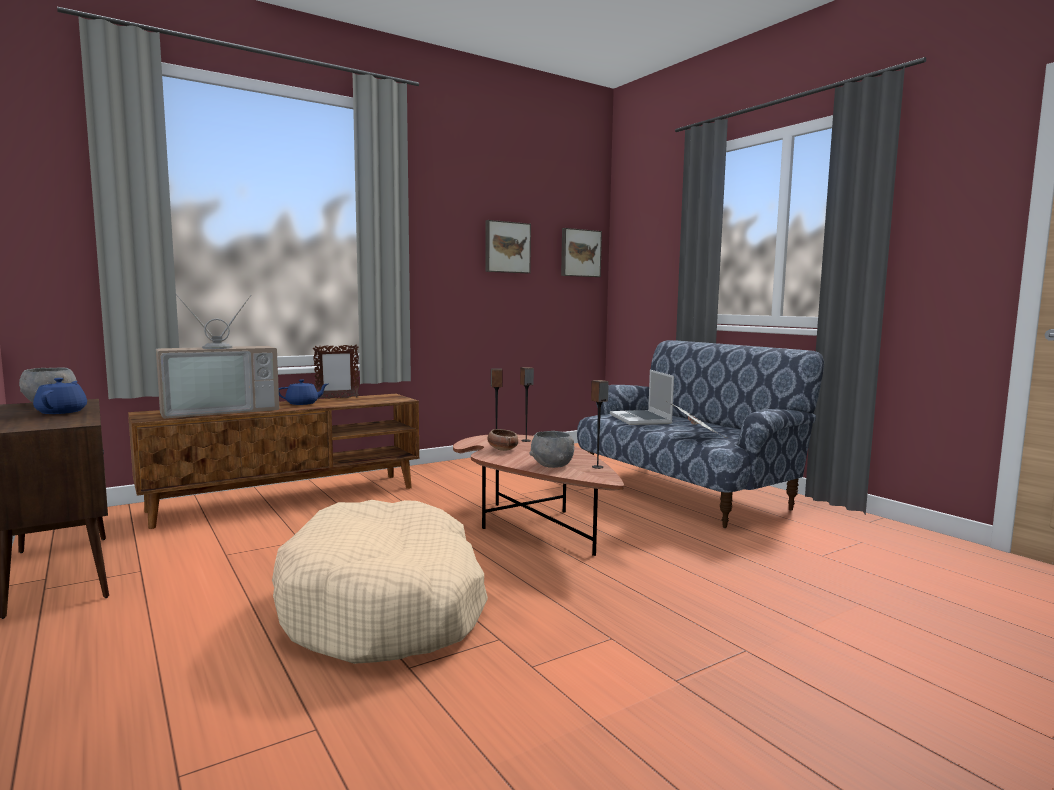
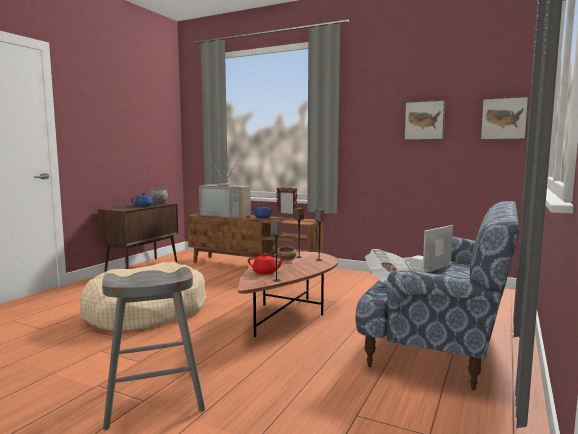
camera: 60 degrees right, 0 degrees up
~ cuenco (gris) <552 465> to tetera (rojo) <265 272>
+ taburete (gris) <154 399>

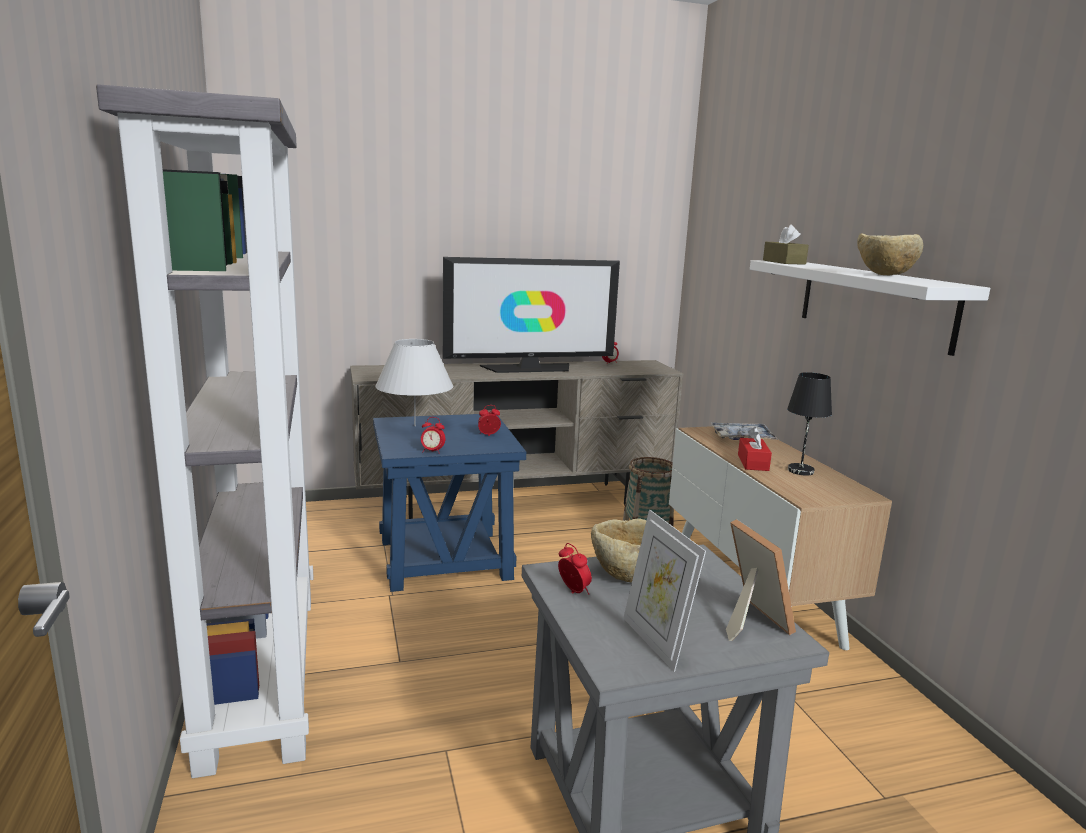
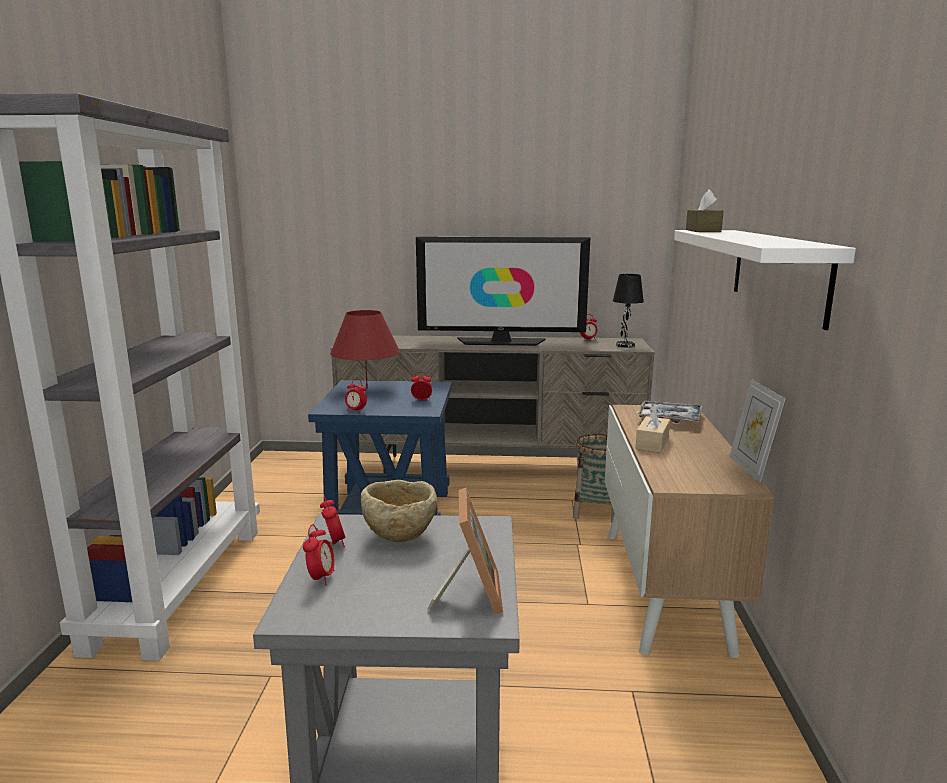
camera: 20 degrees right, 0 degrees up
~ lámpara de mesa (blanco) <415 426> to lámpara de mesa (rojo) <367 388>
~ portarretratos <656 641> to <750 468>
~ caja de pañuelos (rojo) <753 463> to caja de pañuelos (beis) <652 443>
~ lámpara de mesa (negro) <801 471> to <625 345>
- cuenco (beis) <883 275>
+ despertador <321 578>

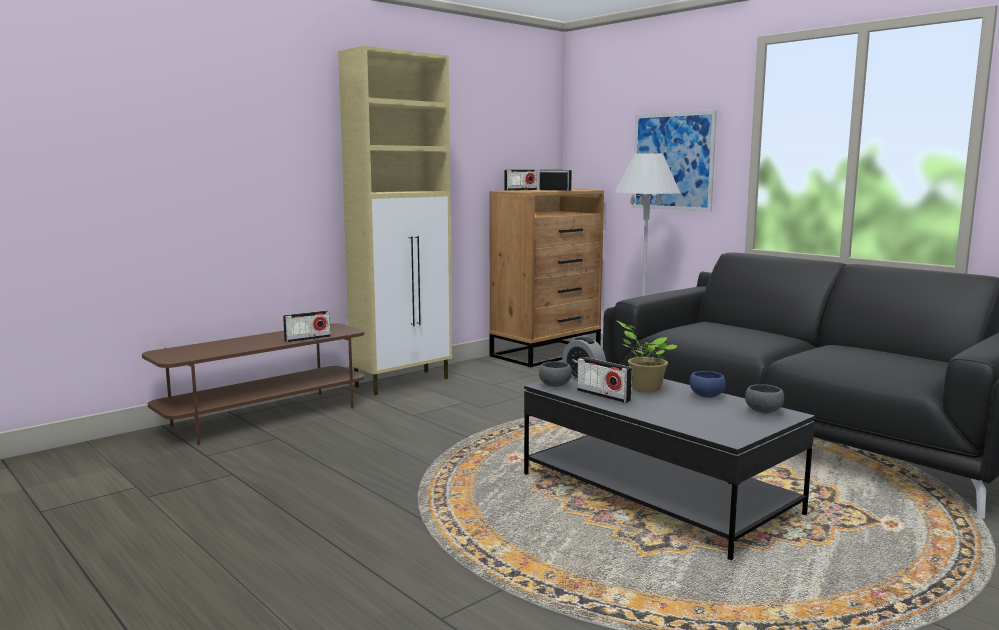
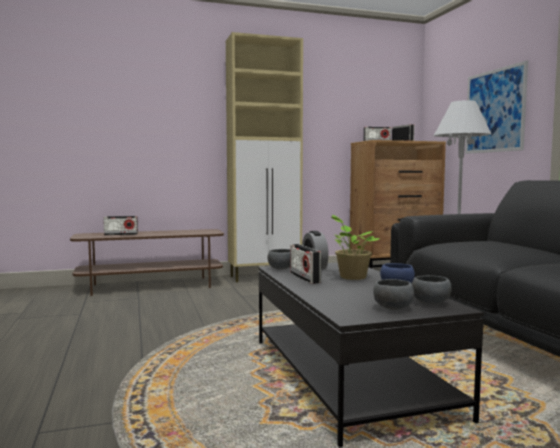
camera: 25 degrees right, 5 degrees down
~ radio <307 339> to <121 234>
+ cuenco (gris) <392 308>

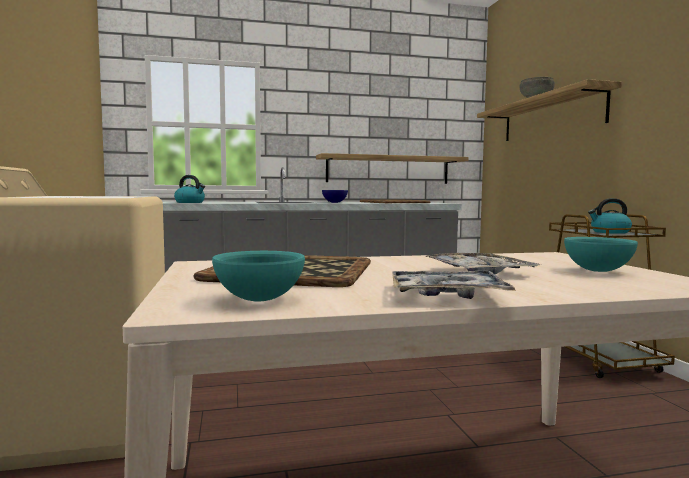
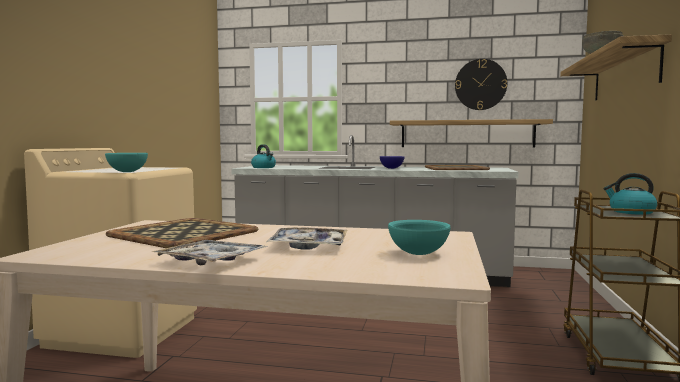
camera: 25 degrees right, 0 degrees up
~ cuenco (turquesa) <259 299> to <127 172>
+ reloj de pared <480 84>

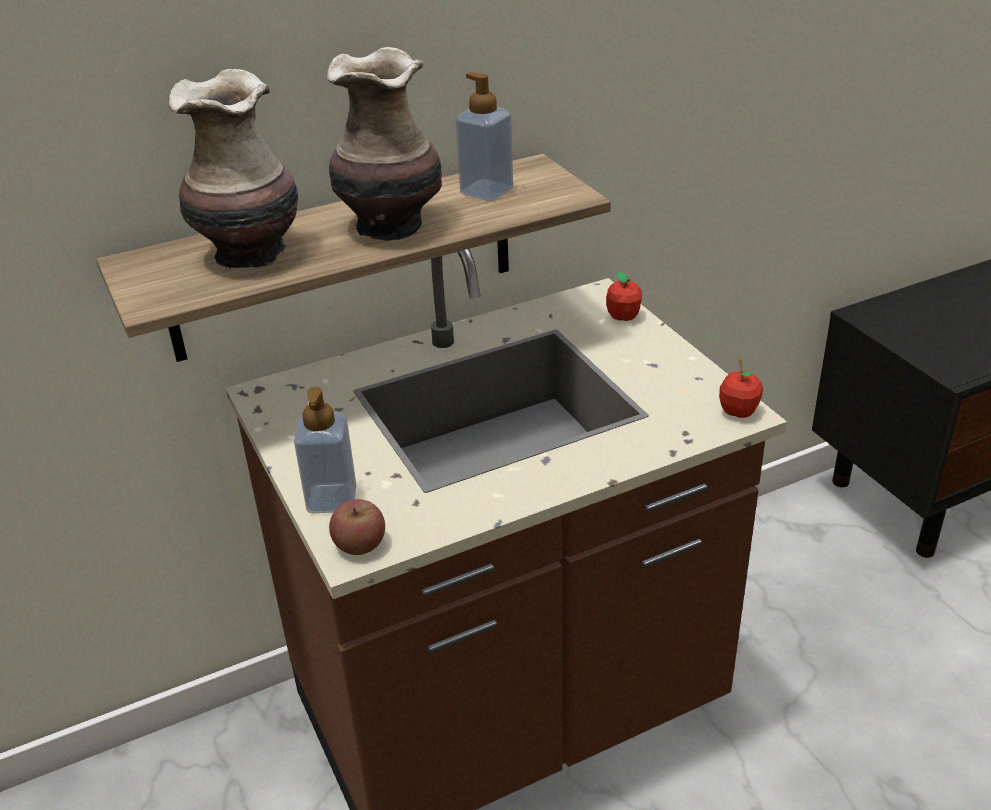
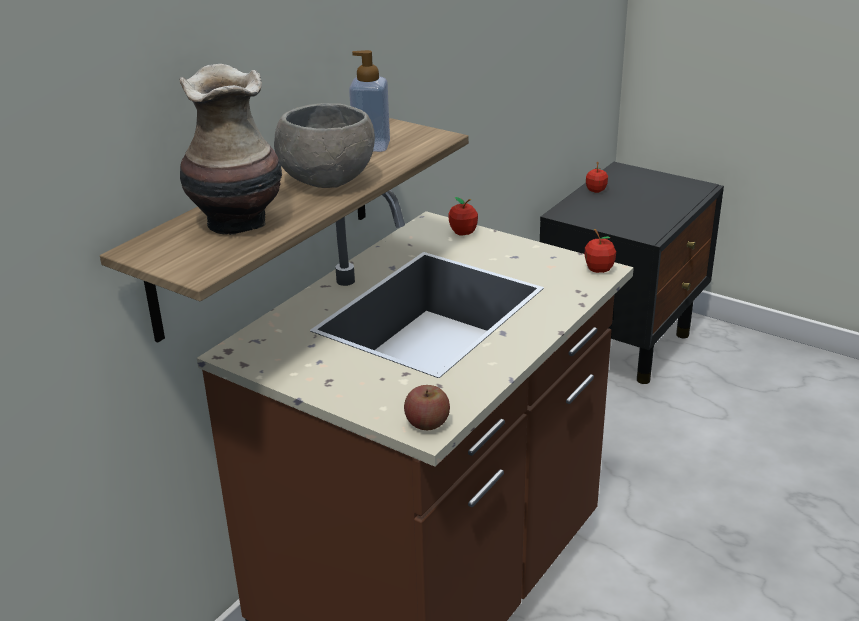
camera: 30 degrees left, 5 degrees down
- dispensador de jabón <332 499>
~ florero <389 226> to cuenco (gris) <326 181>
+ manzana <596 190>

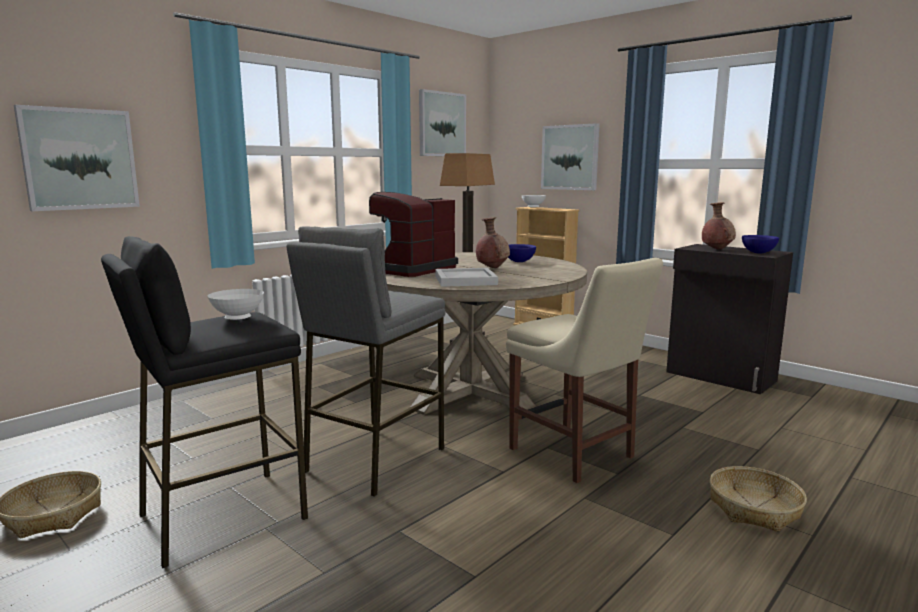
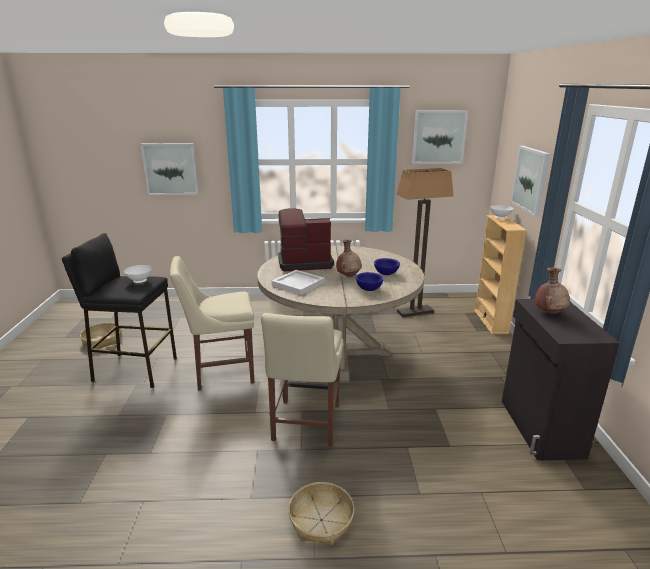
camera: 45 degrees right, 10 degrees up
~ taburete (gris) <374 459> to silla (beis) <221 372>
~ cuenco (azul) <758 253> to <368 289>

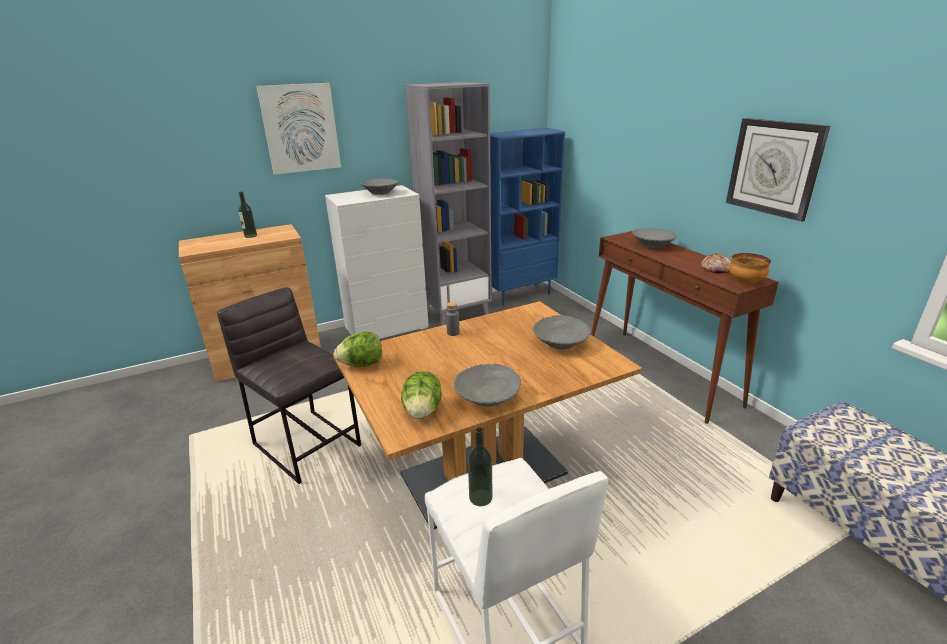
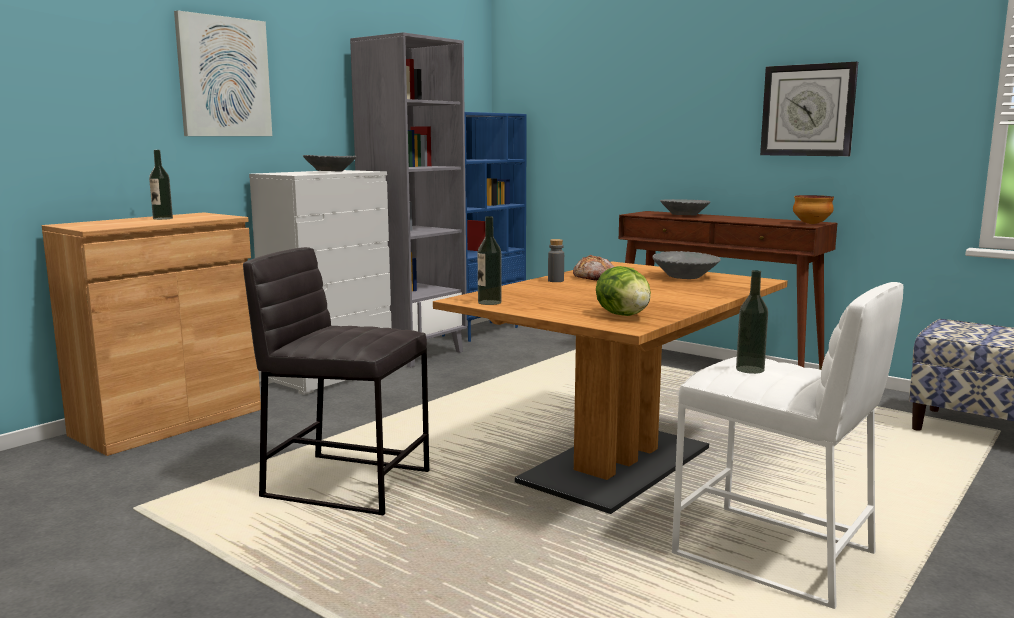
camera: 25 degrees left, 15 degrees down
~ lechuga <362 364> to botella <489 302>
- cuenco (gris) <487 398>
~ pan <717 269> to <595 277>

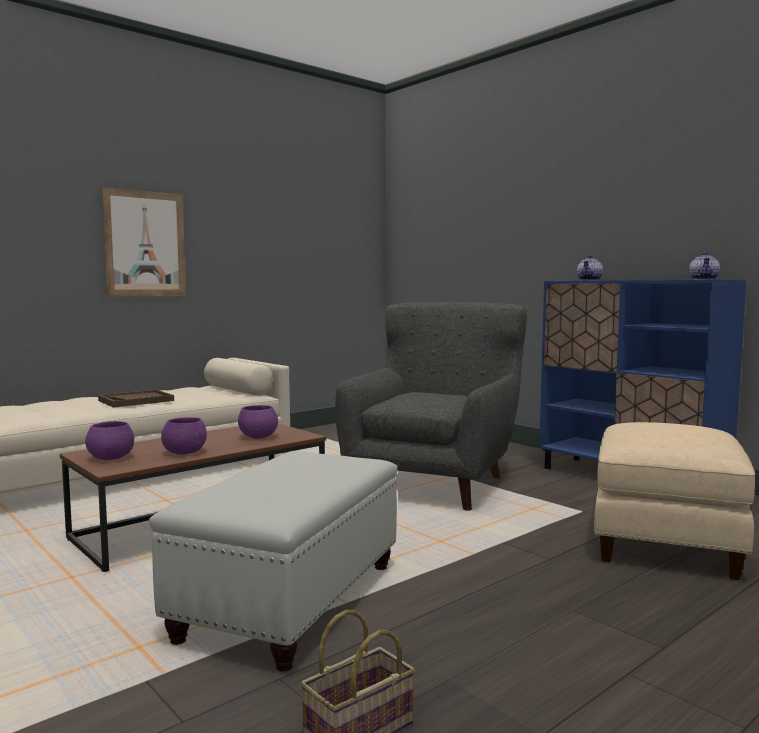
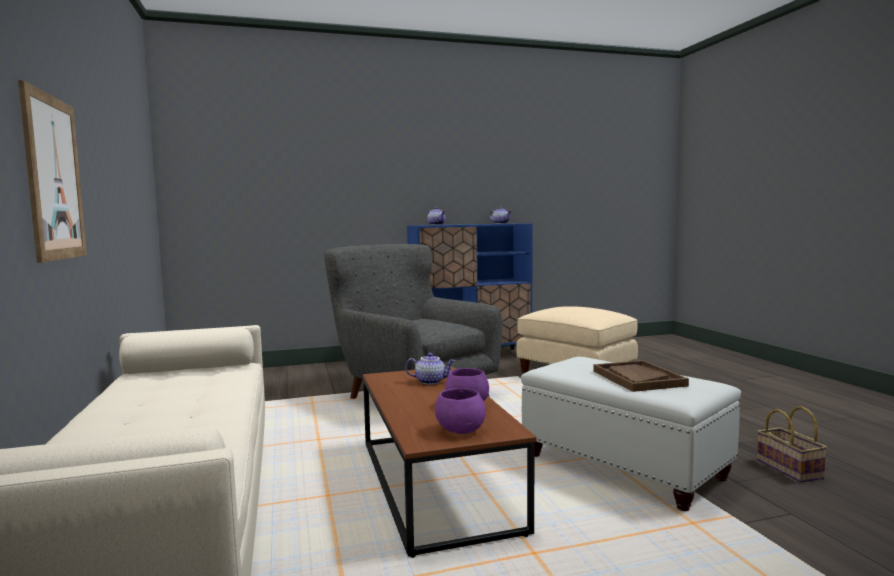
camera: 65 degrees left, 0 degrees up
~ bandeja (marrón) <136 400> to <638 378>
~ cuenco (morado) <258 437> to tetera <430 381>

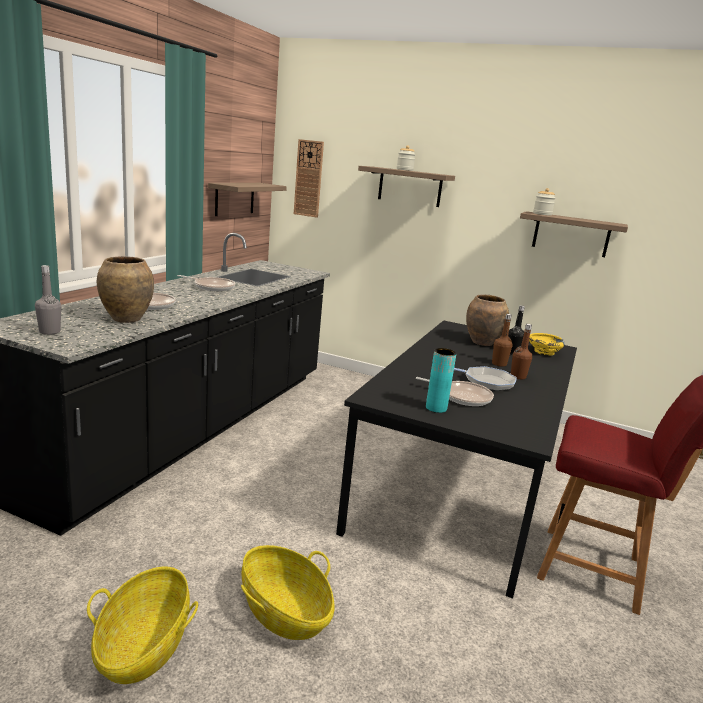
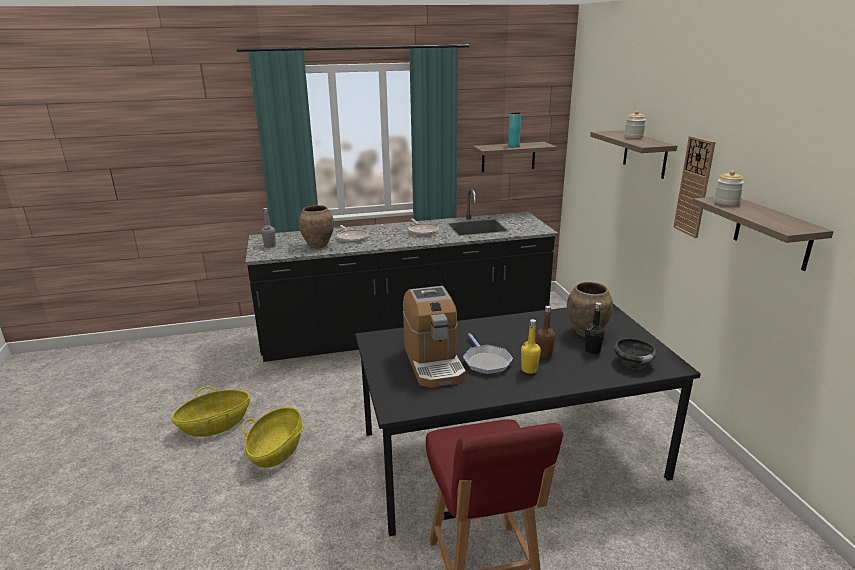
camera: 55 degrees right, 5 degrees up
~ reloj de pared <308 178> to <694 187>
~ sartén <462 396> to cafetera <433 363>
~ florero (turquesa) <436 408> to <513 146>
~ botella (marrón) <518 376> to botella (amarillo) <529 369>
~ cuenco (amarillo) <543 352> to cuenco (negro) <632 362>

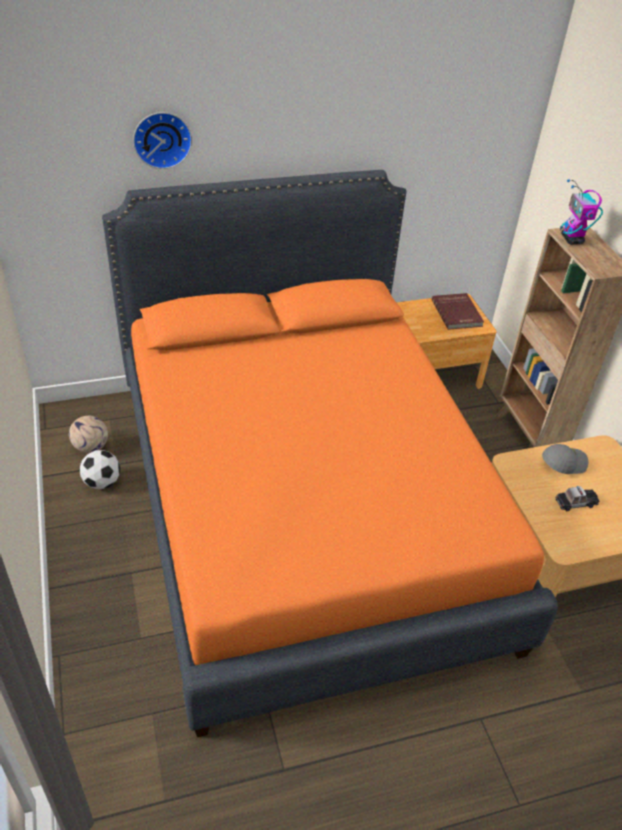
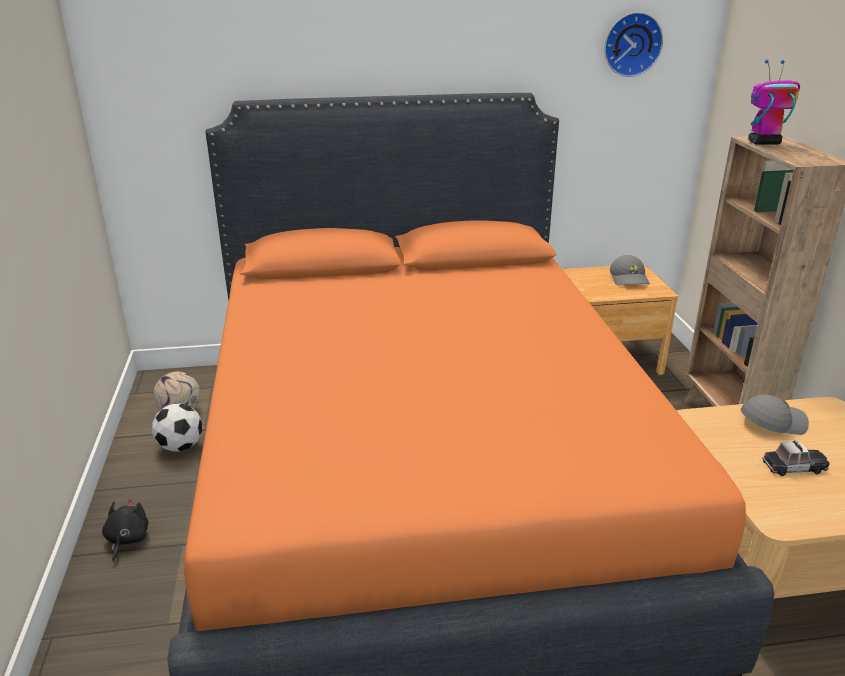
camera: 10 degrees right, 15 degrees down
~ reloj de pared <162 139> to <631 44>
~ libro (rojo) <457 313> to gorra (gris) <629 279>
~ robot de juguete <572 240> = <763 143> 90 degrees clockwise
+ peluche (negro) <127 540>

